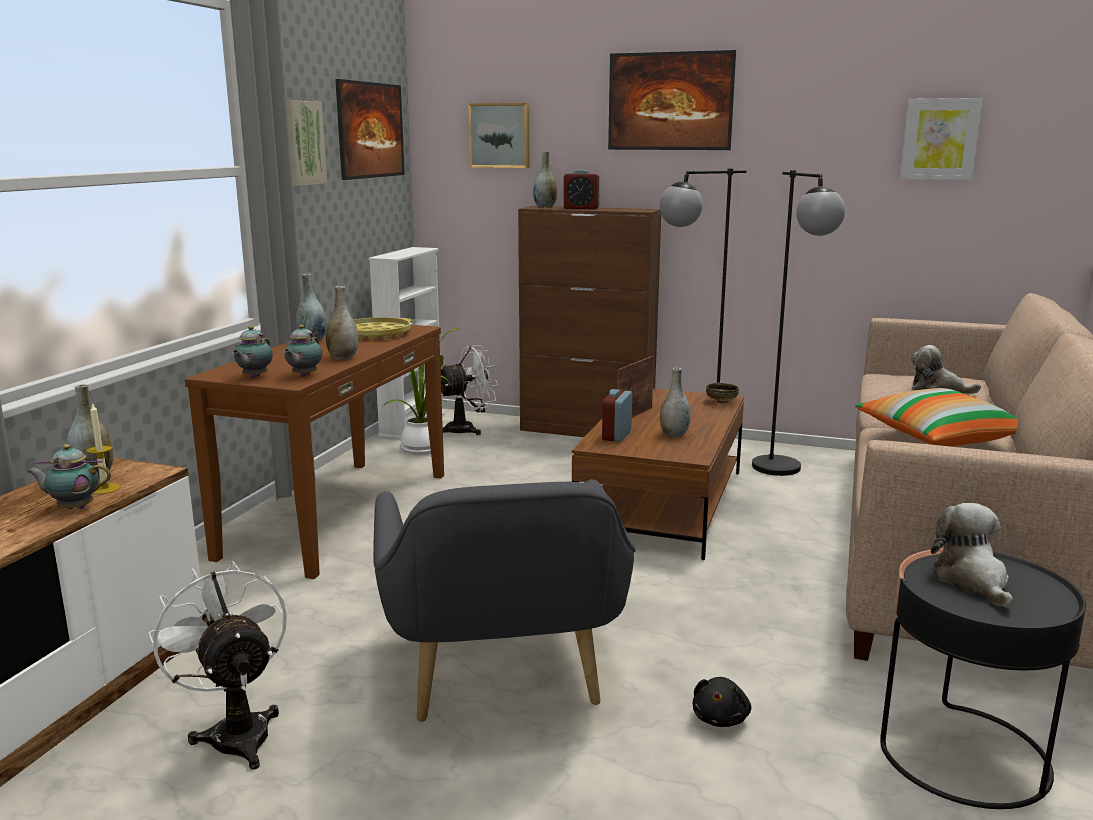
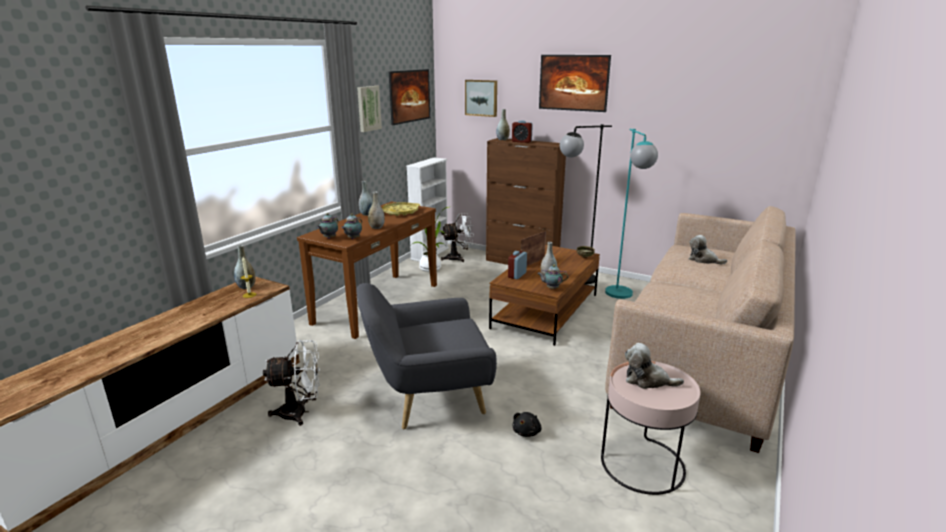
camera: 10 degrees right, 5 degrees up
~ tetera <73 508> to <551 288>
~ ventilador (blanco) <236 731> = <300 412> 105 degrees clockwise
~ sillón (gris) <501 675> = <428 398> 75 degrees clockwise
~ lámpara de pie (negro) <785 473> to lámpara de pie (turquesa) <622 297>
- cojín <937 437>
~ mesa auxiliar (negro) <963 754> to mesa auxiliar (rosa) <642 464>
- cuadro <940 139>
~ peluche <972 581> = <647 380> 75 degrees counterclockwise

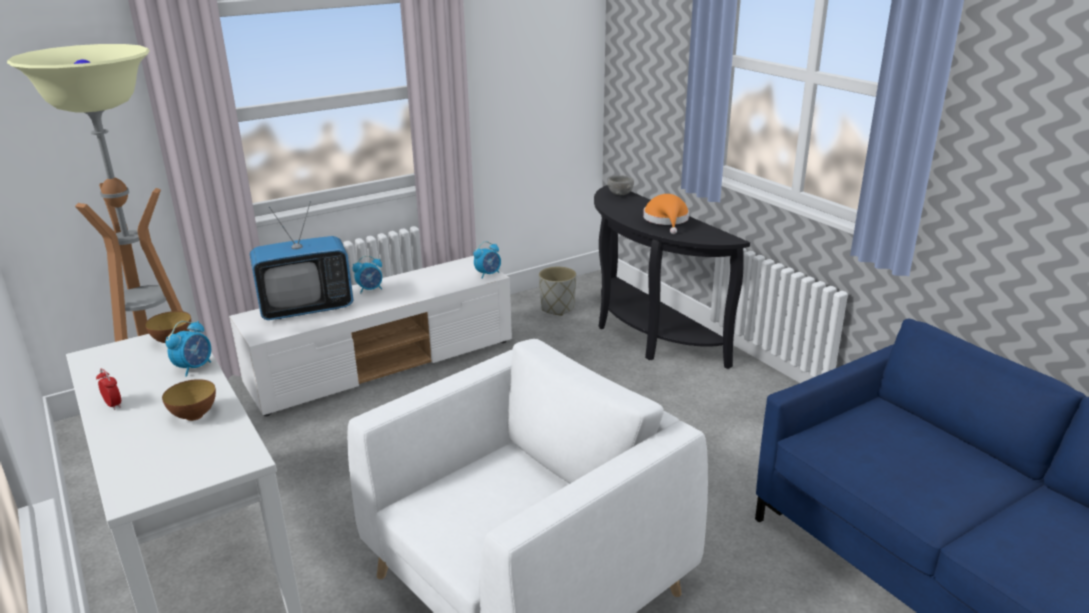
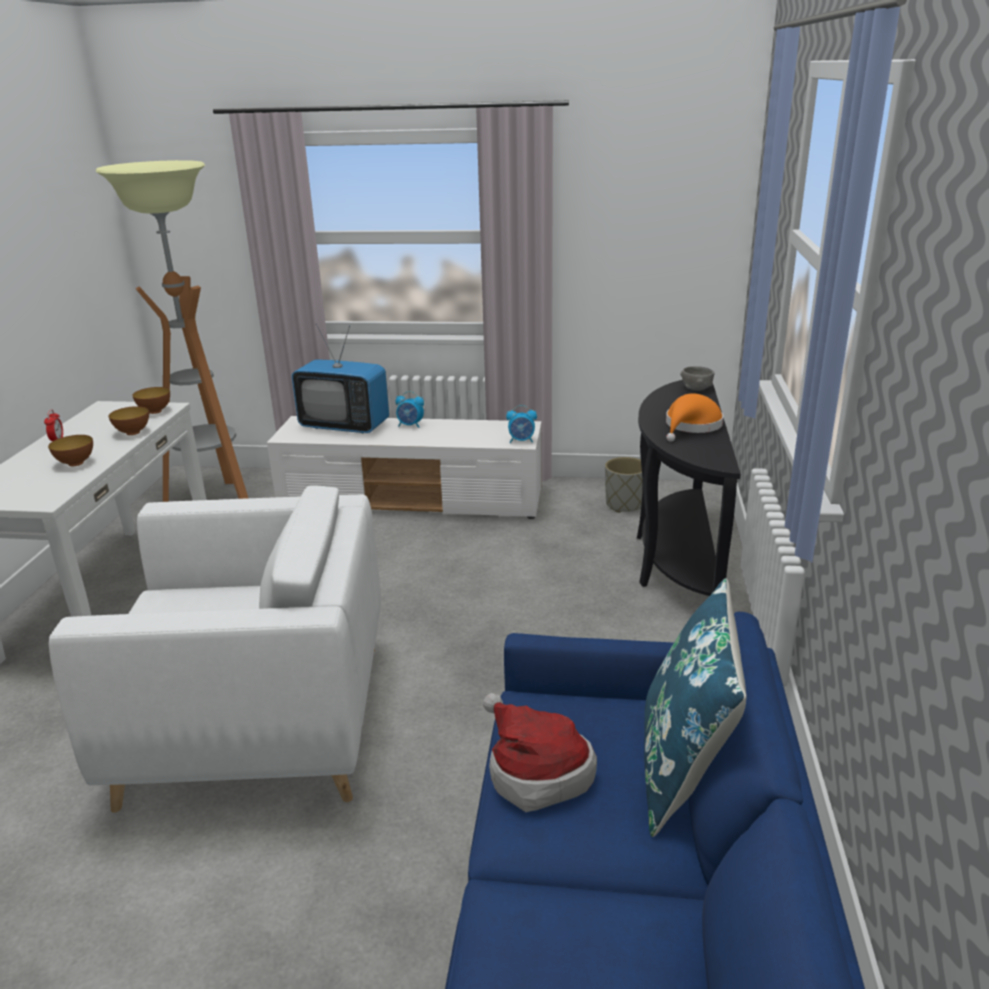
camera: 40 degrees right, 0 degrees up
~ despertador <194 367> to cuenco <133 432>
+ sombrero <535 772>
+ cojín (azul) <684 768>

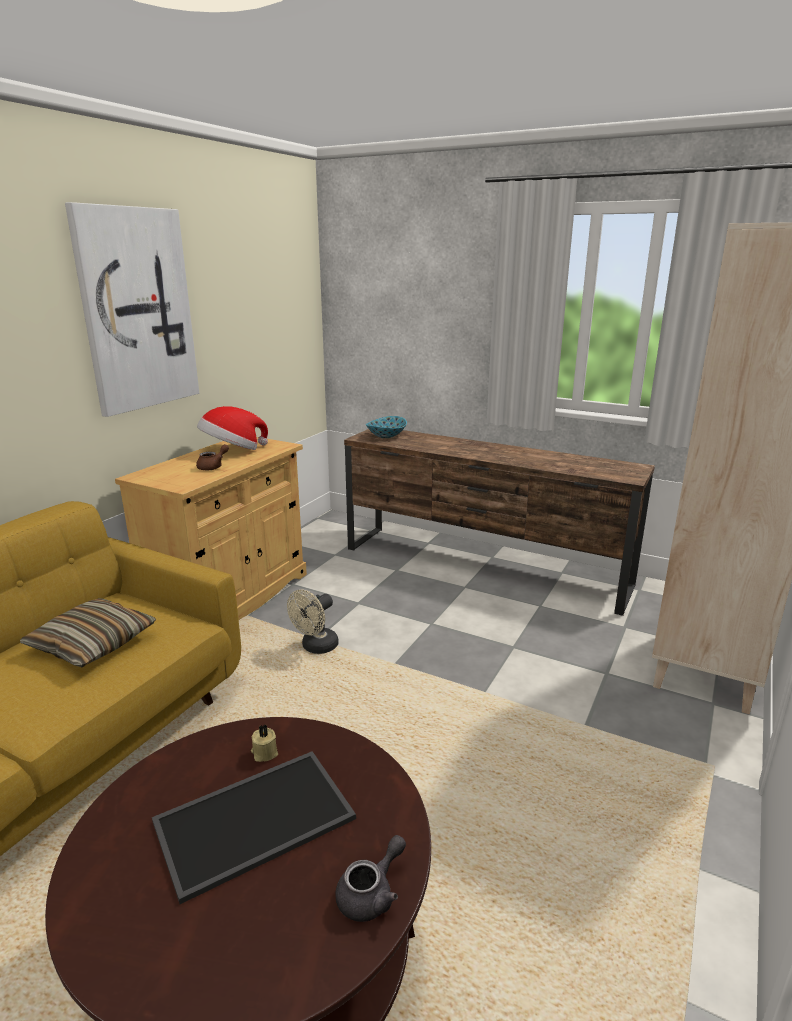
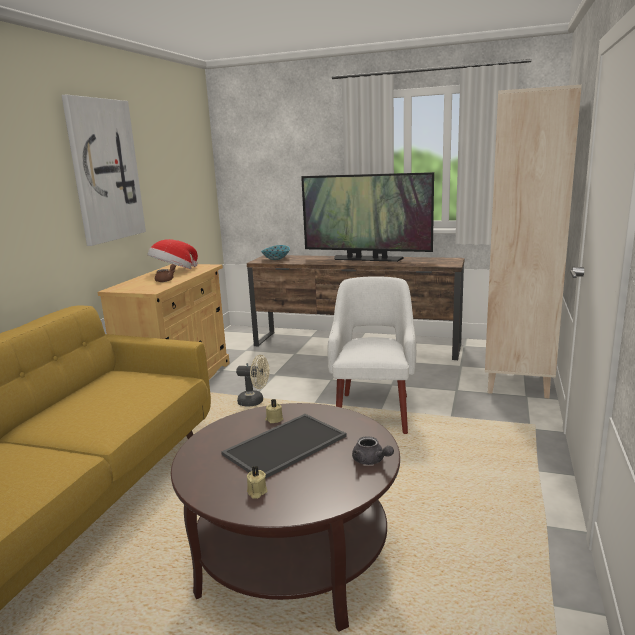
camera: 10 degrees left, 5 degrees down
- cojín <93 644>
~ ventilador (beis) <316 647> = <255 401> 105 degrees counterclockwise
~ tetera (gris) <371 894> = <371 461> 105 degrees clockwise
+ vela (beis) <256 492>
+ televisor <367 259>
+ sillón (blanco) <374 411>

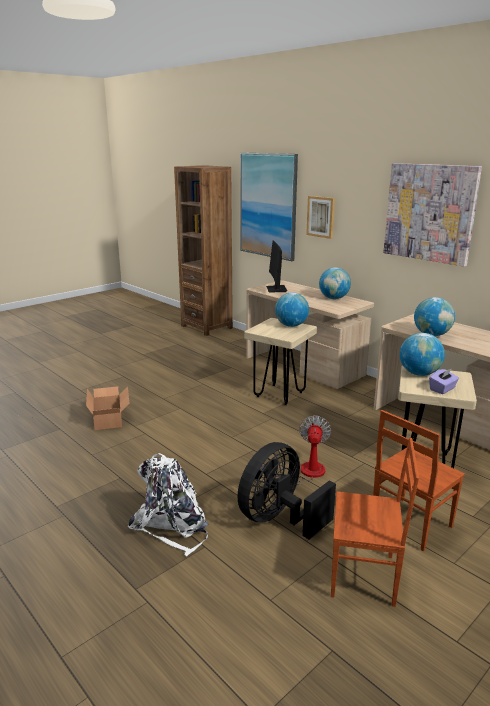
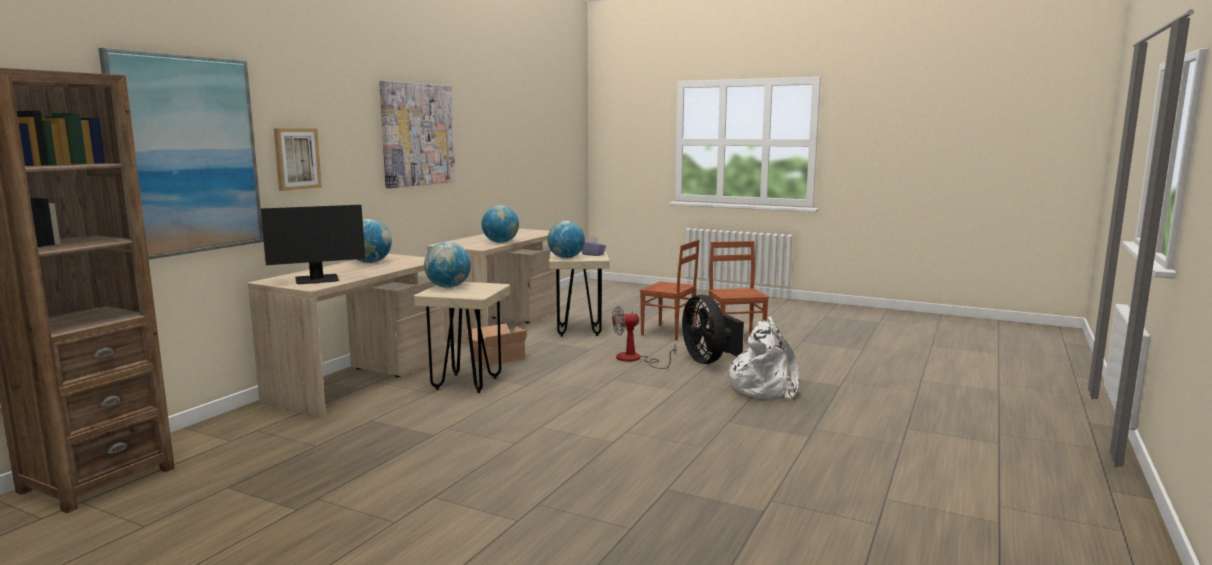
camera: 110 degrees left, 10 degrees down
~ caja de cartón <110 418> to <496 358>
~ ventilador (negro) <279 519> = <708 360> 45 degrees clockwise

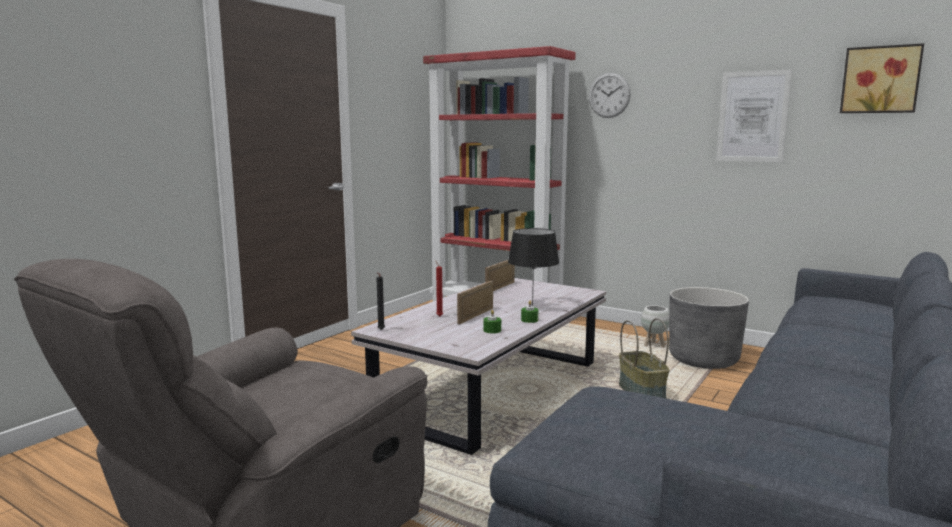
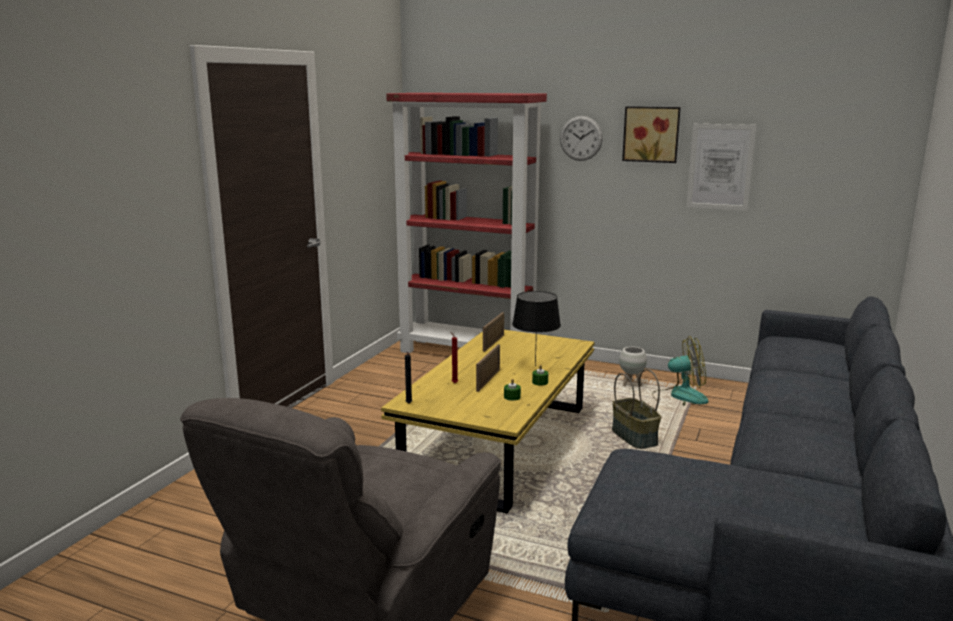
camera: 10 degrees left, 5 degrees up
~ mesa de centro (blanco) <491 390> to mesa de centro (amarillo) <498 446>
~ maceta (gris) <703 359> to ventilador <679 397>
~ cuadro <880 80> to <651 134>

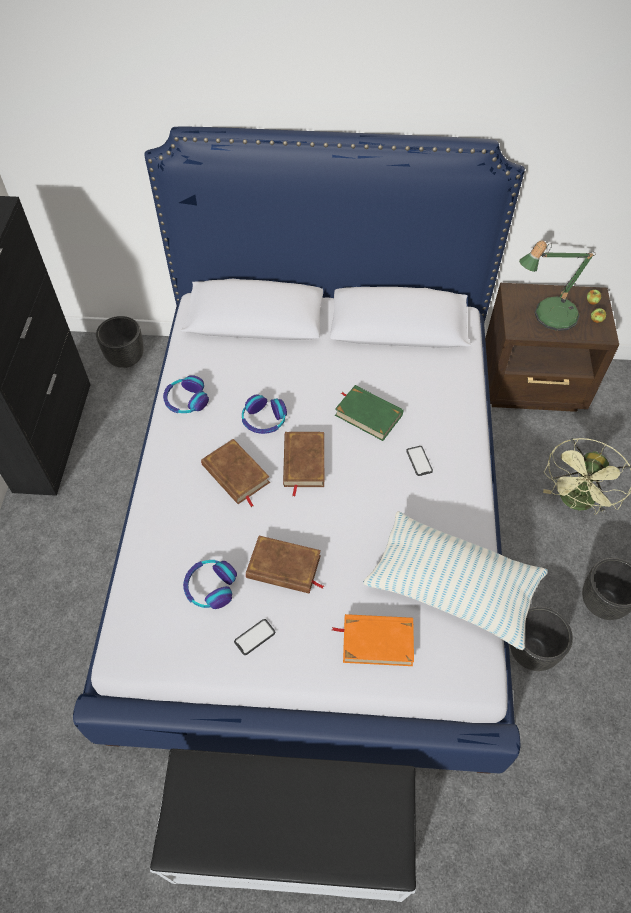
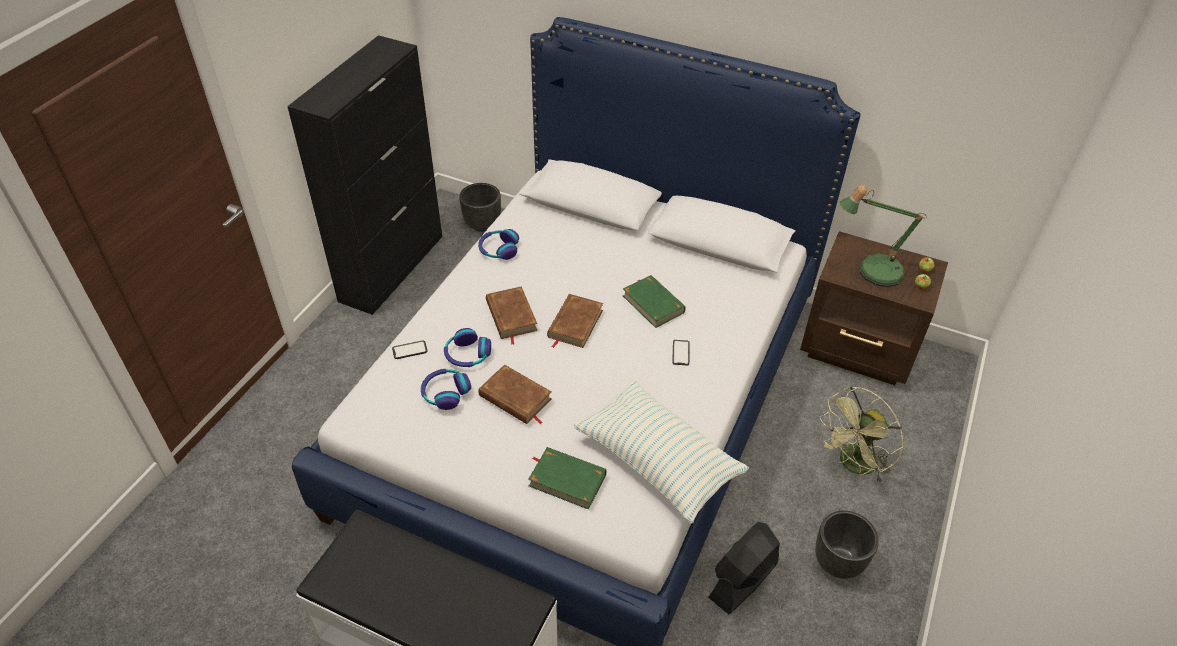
camera: 20 degrees right, 10 degrees down
~ móvil <254 637> to <409 350>
~ auriculares <264 420> to <467 355>
~ libro (naranja) <377 641> to libro (verde) <567 480>
~ maceta (negro) <531 652> to ventilador (negro) <742 580>

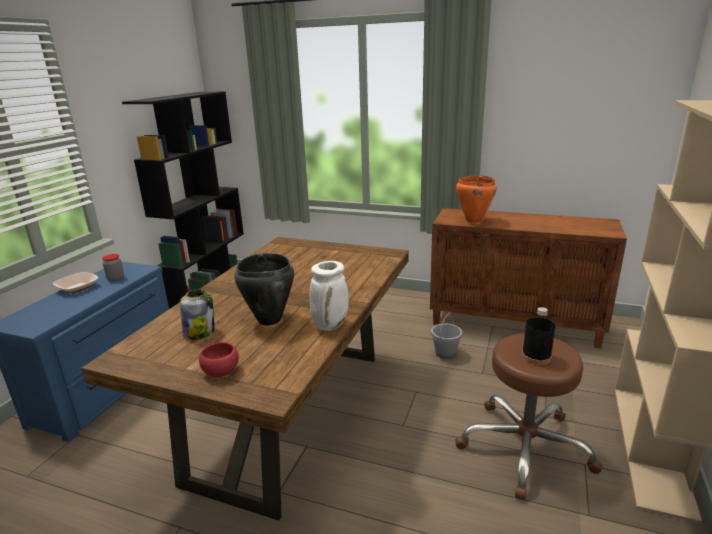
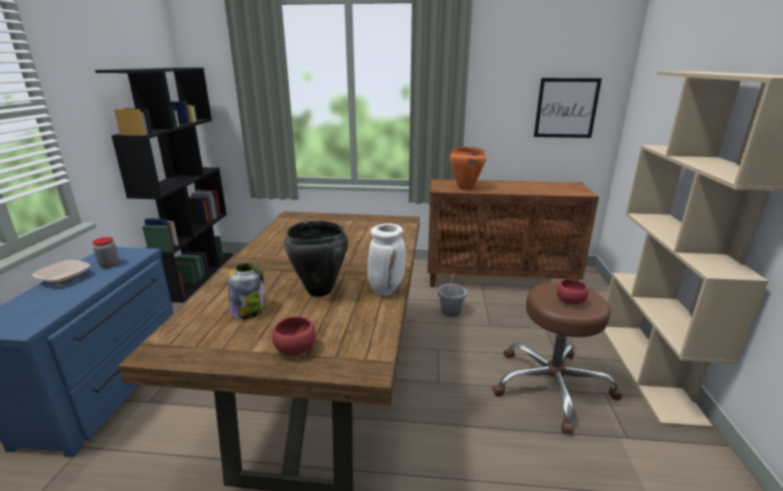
camera: 15 degrees left, 0 degrees up
~ botella (negro) <536 357> to cuenco (rojo) <569 302>
+ cuadro <566 108>

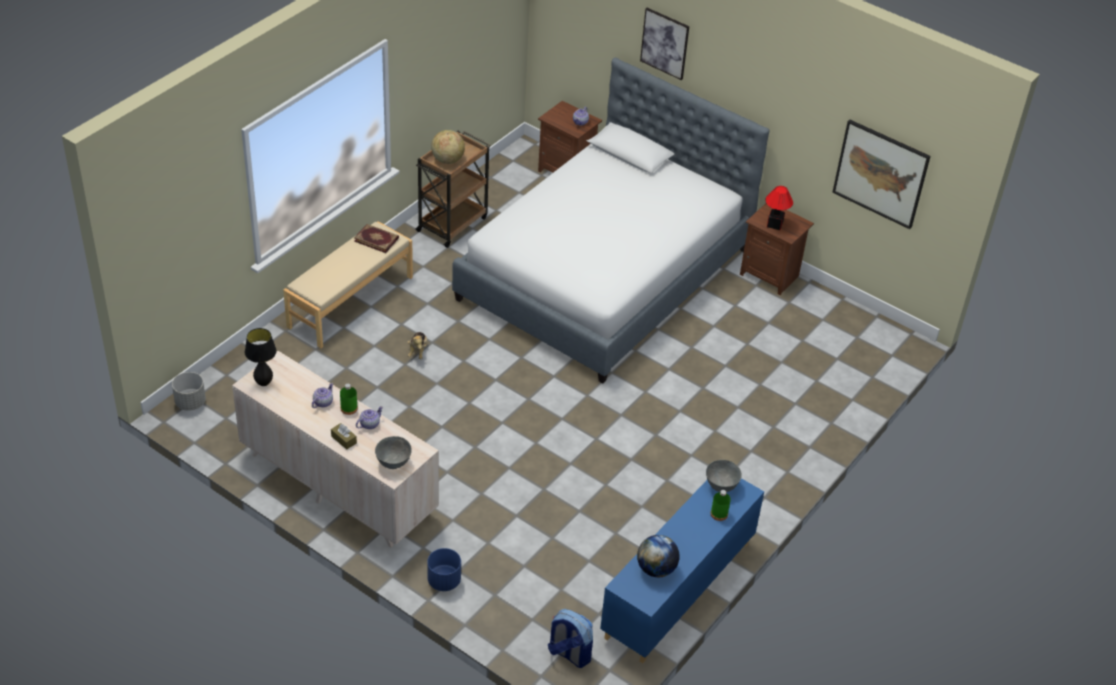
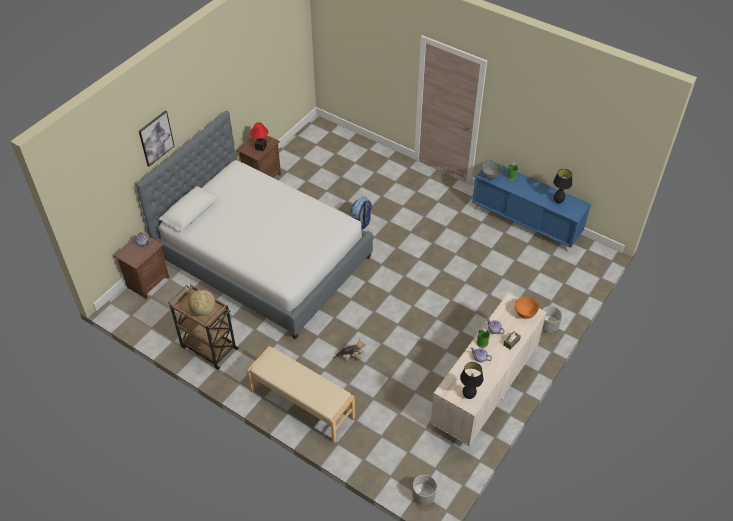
camera: 90 degrees left, 5 degrees up
- libro <376 239>
~ cuenco (gris) <393 463> to cuenco (naranja) <525 314>
~ maceta (azul) <444 581> to maceta (gris) <548 326>
~ mochila <569 653> to <361 223>
~ globo terráqueo <656 569> to lámpara de mesa (negro) <558 201>
- cuadro <881 173>

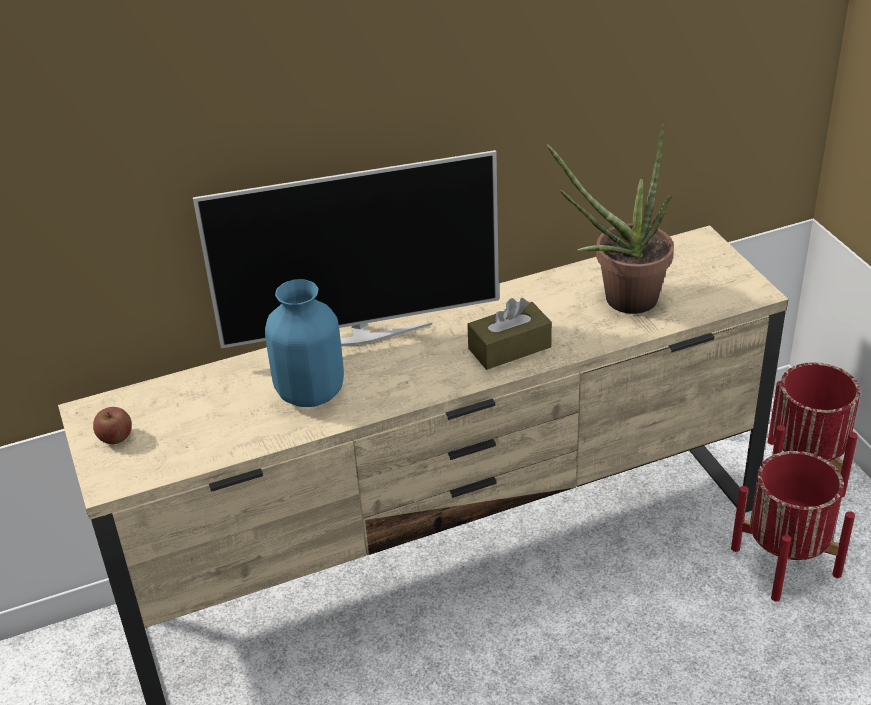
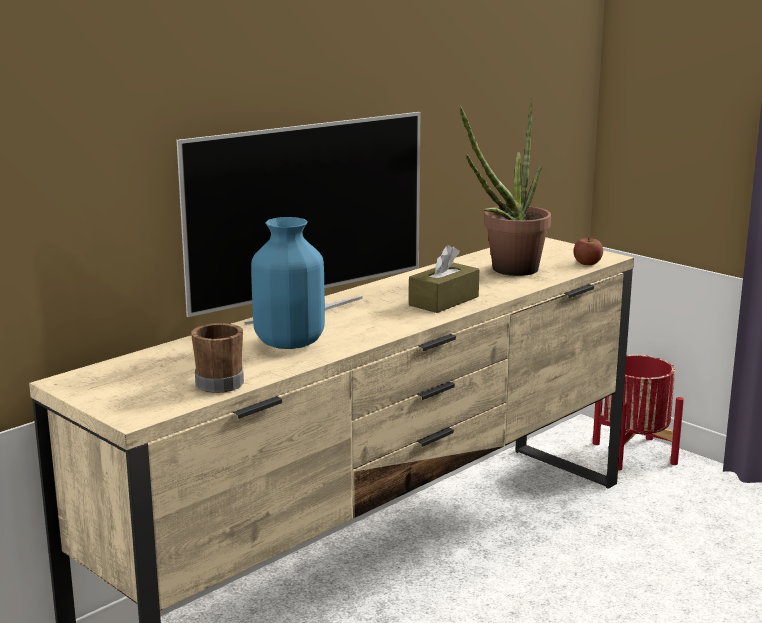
camera: 25 degrees left, 20 degrees down
~ manzana <115 437> to <587 263>
- maceta (rojo) <785 561>
+ taza grande (marrón) <218 381>

